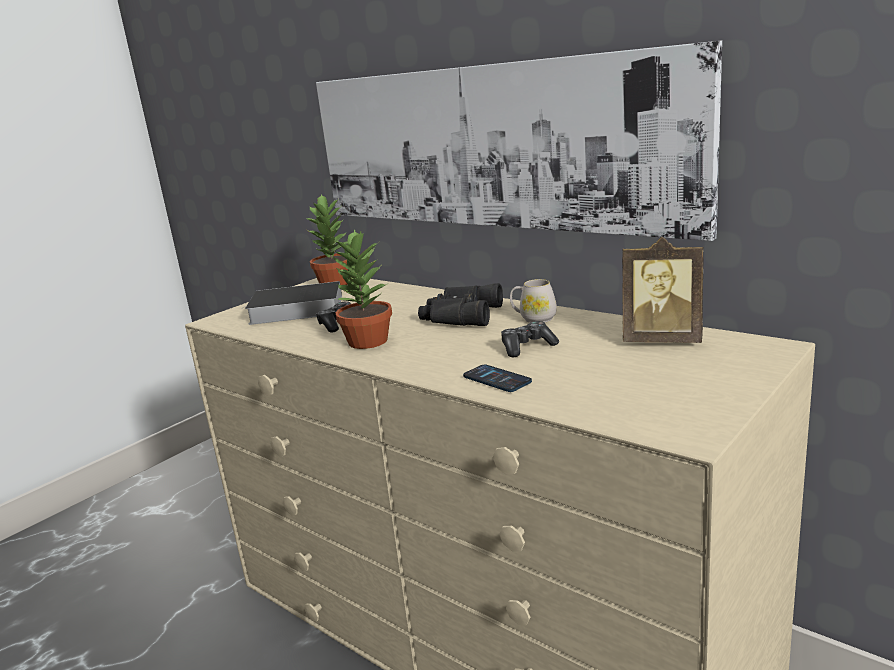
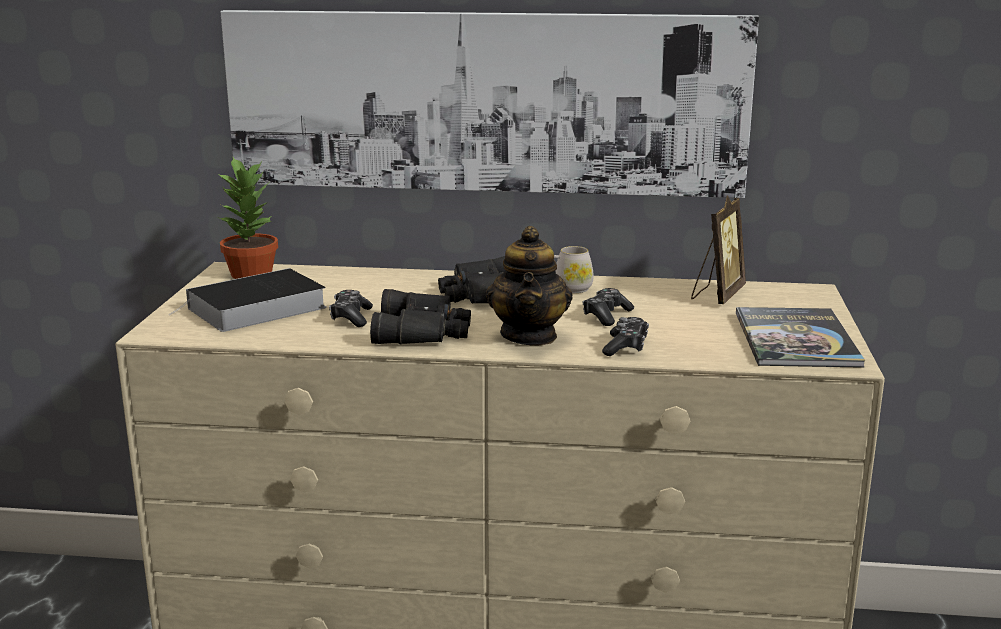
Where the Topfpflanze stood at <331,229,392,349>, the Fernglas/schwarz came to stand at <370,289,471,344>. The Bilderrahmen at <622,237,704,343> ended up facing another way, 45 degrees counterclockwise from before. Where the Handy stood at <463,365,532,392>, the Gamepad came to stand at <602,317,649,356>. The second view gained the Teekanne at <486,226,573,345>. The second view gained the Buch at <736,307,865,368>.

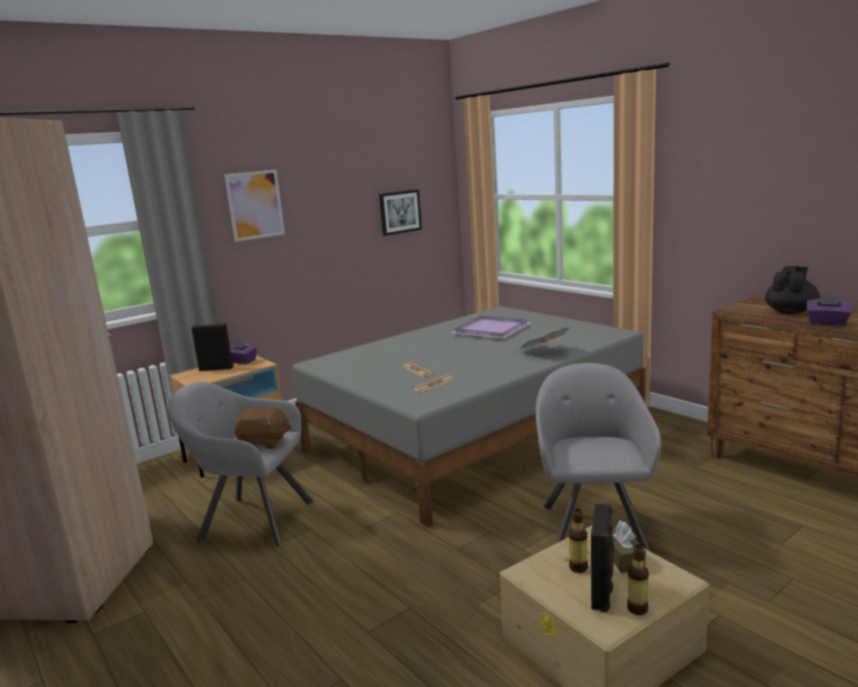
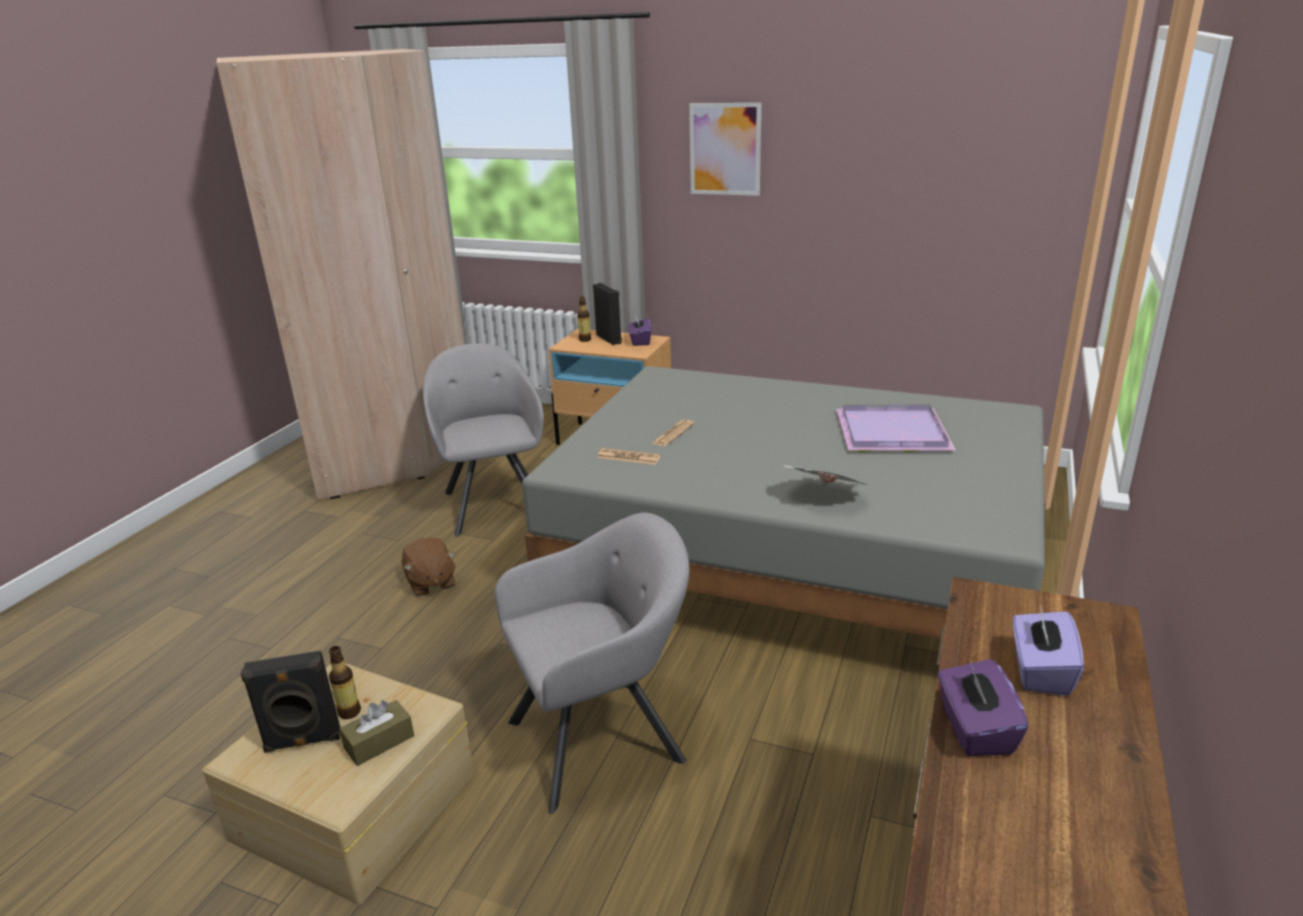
The second view lost the Bild at <379,189,422,236>. Where the Teekanne/schwarz stood at <765,266,820,314>, the Taschentuchbox/lila came to stand at <1013,604,1084,696>. The Plüschtier/braun ended up elsewhere, having gone from <235,405,291,449> to <402,538,456,597>. The Flasche ended up elsewhere, having gone from <627,544,649,615> to <577,296,591,342>.

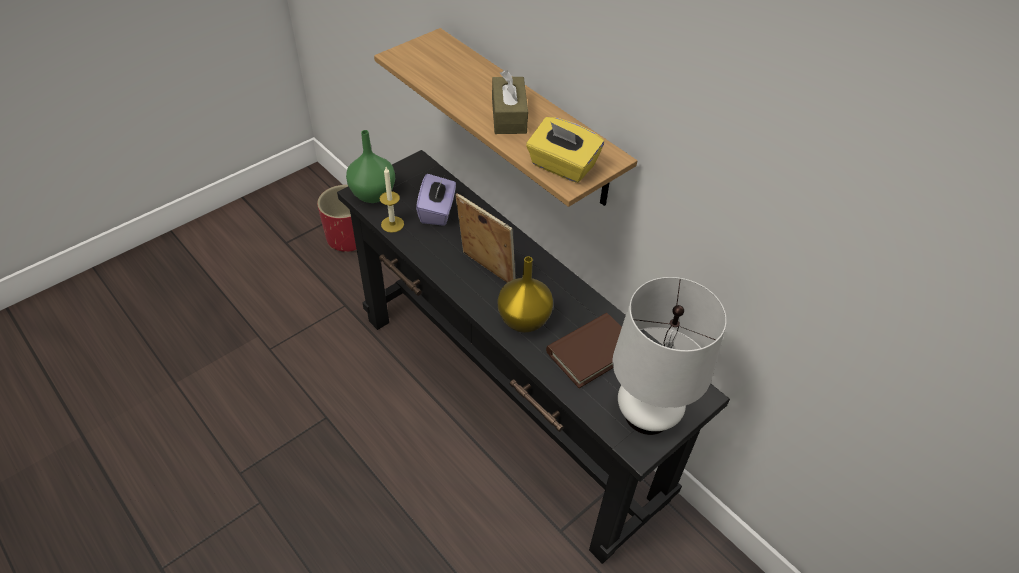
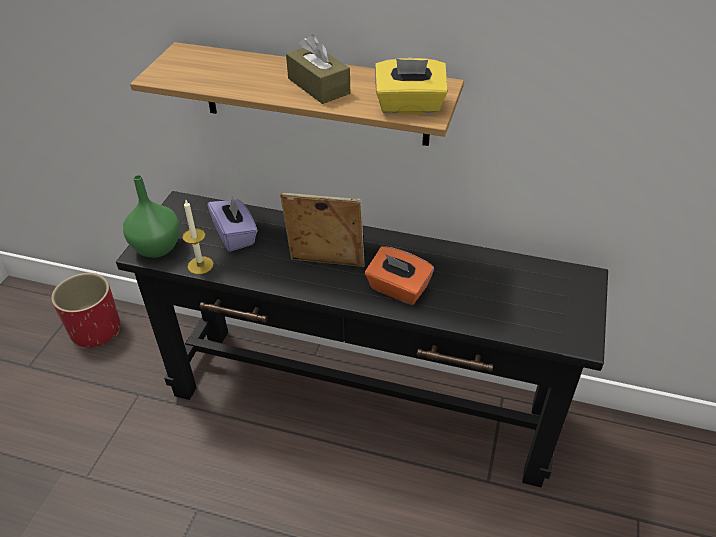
Where the Vase/gelb stood at <498,256,553,333>, the Taschentuchbox/orange came to stand at <365,246,434,305>. The second view lost the Tischlampe/weiß at <613,277,727,435>. The second view lost the Buch/braun at <546,313,622,388>.

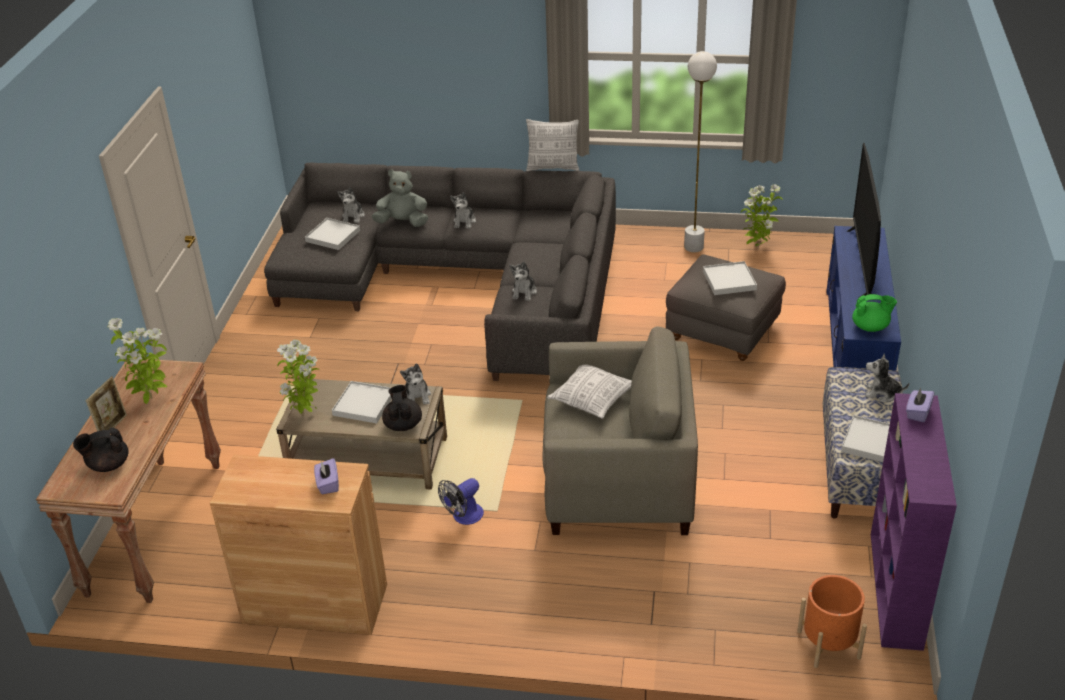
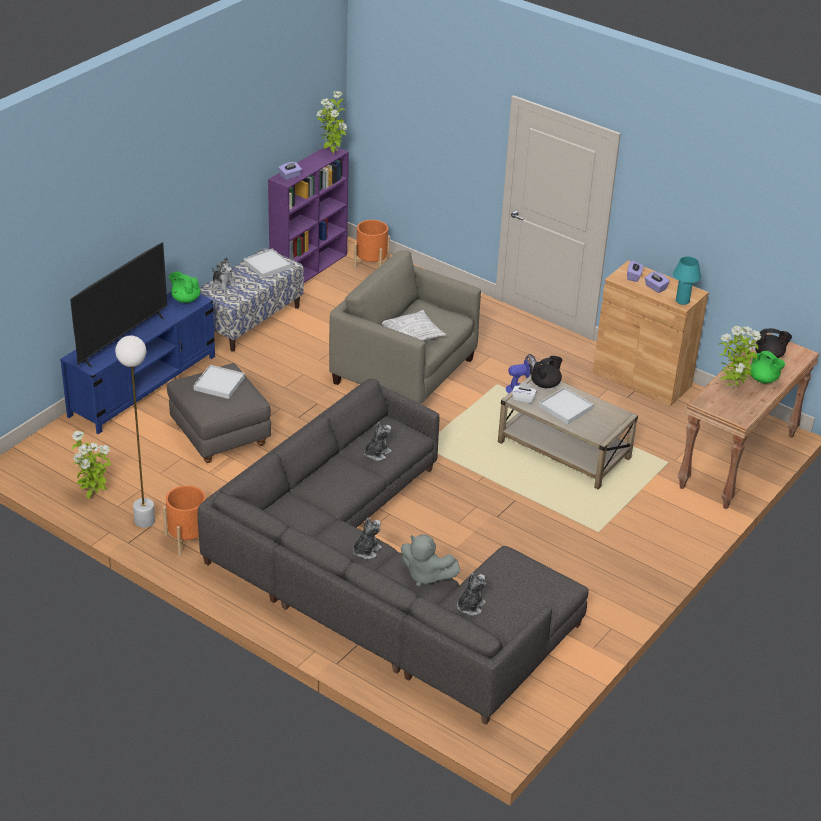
The second view lost the Kissen at <526,119,579,171>. The second view lost the Tablett/weiß at <305,218,360,250>. The Topfpflanze ended up elsewhere, having gone from <277,339,320,415> to <316,91,347,154>. Where the Plüschtier stood at <400,363,431,405>, the Taschentuchbox/weiß came to stand at <512,382,537,403>. Where the Bilderrahmen stood at <86,376,127,431>, the Teekanne/grün came to stand at <749,351,785,383>. The Teekanne/schwarz at <382,385,422,431> ended up facing another way, 150 degrees counterclockwise from before. The second view gained the Tischlampe/türkis at <673,256,701,305>. The second view gained the Taschentuchbox/lila at <644,271,670,293>. The second view gained the Pflanzkübel/orange at <163,485,206,555>.

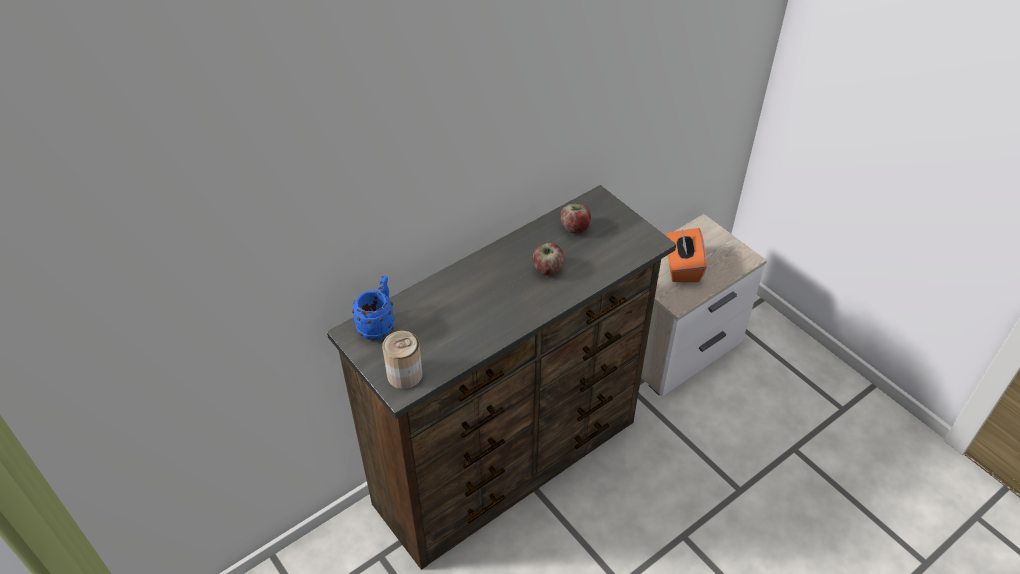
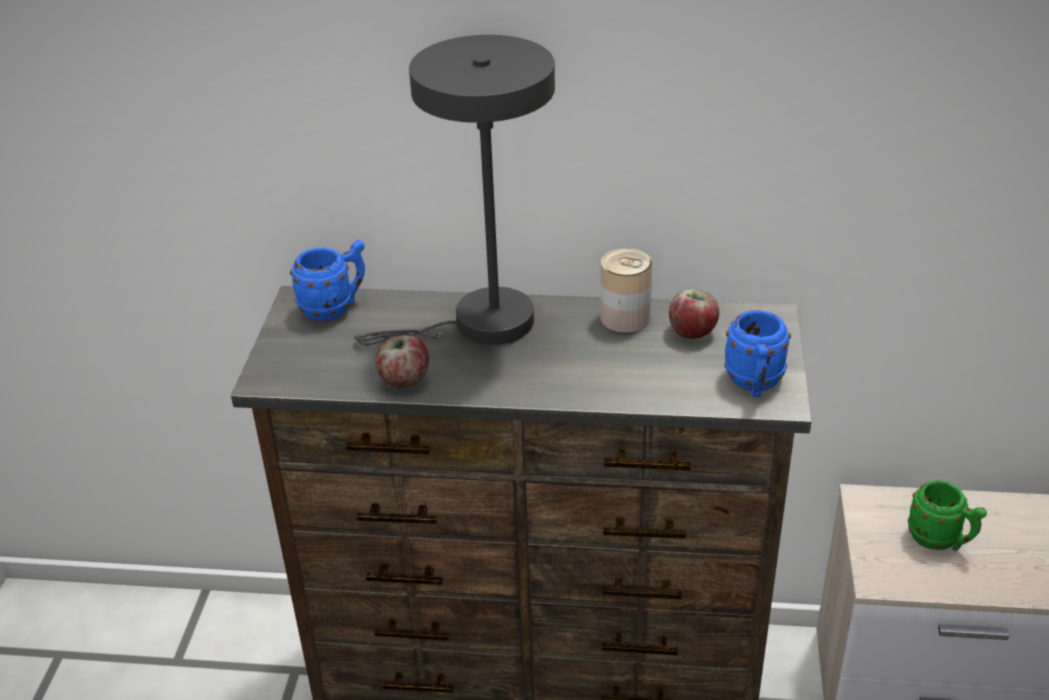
Where the Taschentuchbox/orange stood at <666,228,707,282>, the Henkelbecher/grün came to stand at <908,480,987,551>. The Apfel ended up elsewhere, having gone from <533,243,564,275> to <375,336,429,388>. The Dose ended up elsewhere, having gone from <382,331,423,389> to <600,248,652,333>. The second view gained the Tischlampe/grau at <354,35,555,345>. The second view gained the Henkelbecher/blau at <724,310,791,397>.

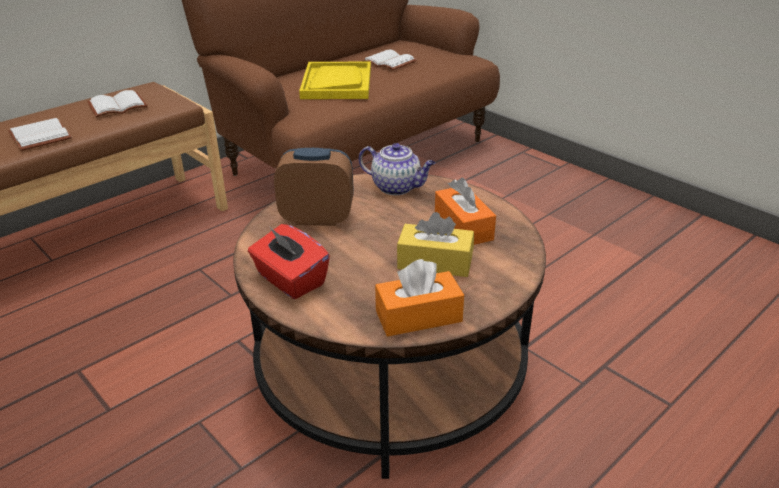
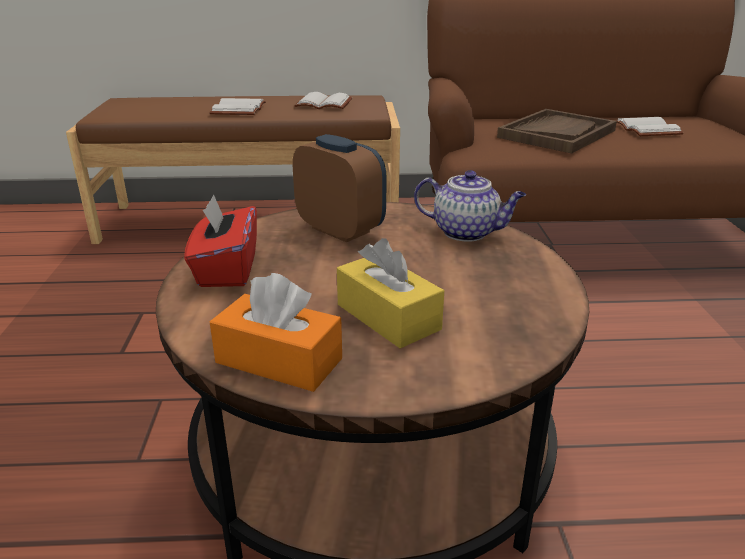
What was the Tablett/gelb at <299,61,371,99> turned into the Tablett/braun at <497,109,617,154>. The Teekanne at <359,143,435,195> ended up facing another way, 45 degrees counterclockwise from before. The second view lost the Taschentuchbox/orange at <435,178,496,245>.

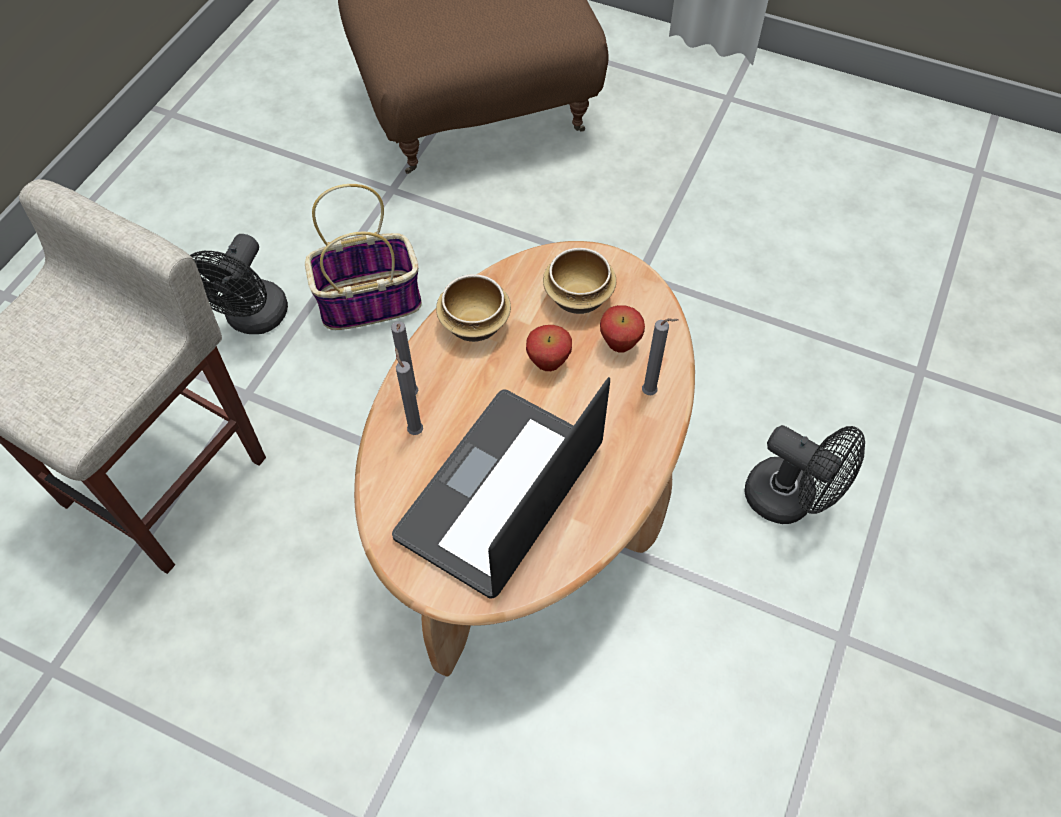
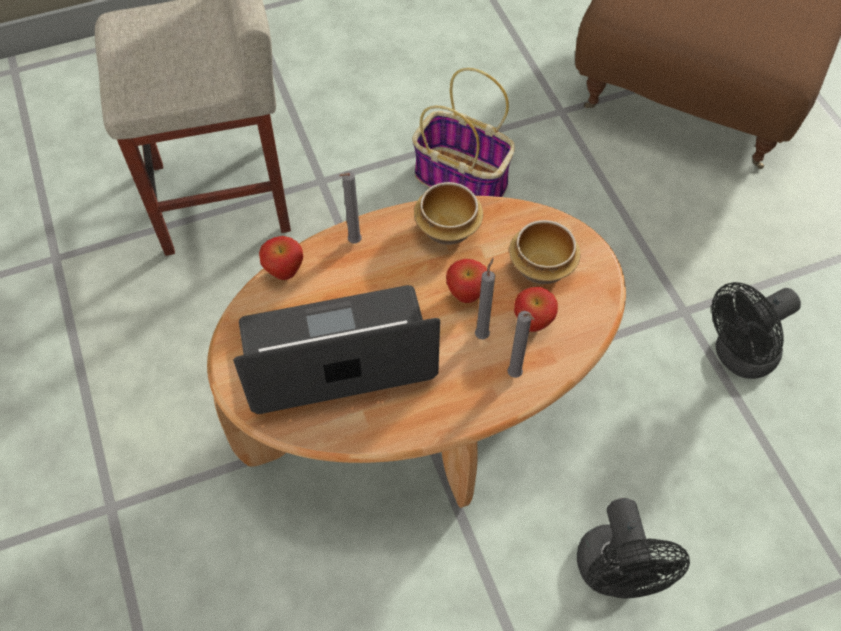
The Ventilator/schwarz ended up elsewhere, having gone from <190,234,288,334> to <712,282,801,379>. The Kerze/grau ended up elsewhere, having gone from <395,348,423,435> to <475,258,495,340>. The second view gained the Apfel at <259,236,303,280>.

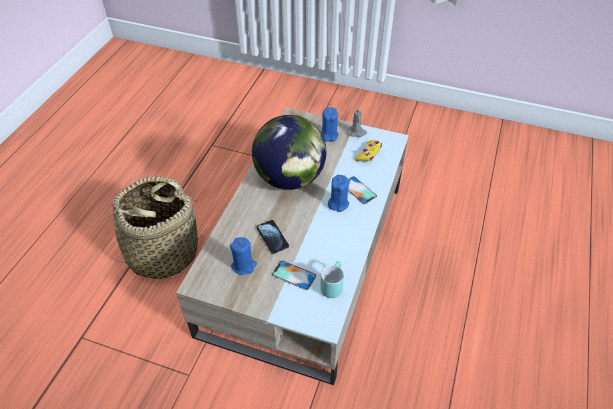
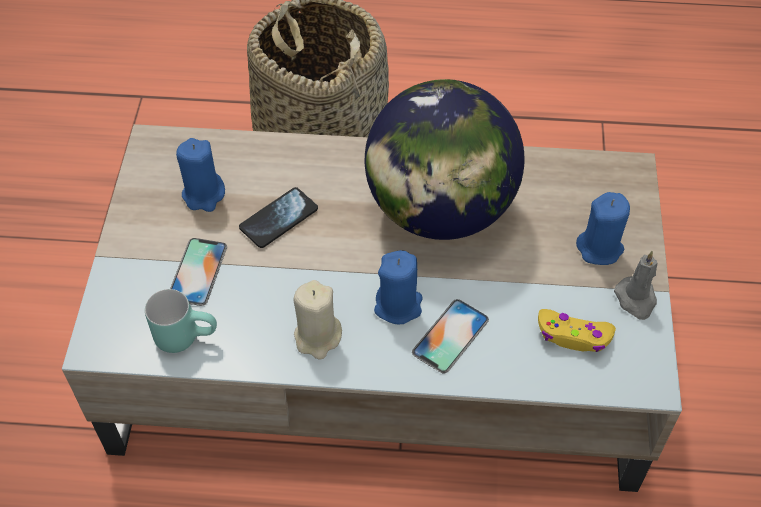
The second view gained the Kerze/beige at <294,280,342,360>.

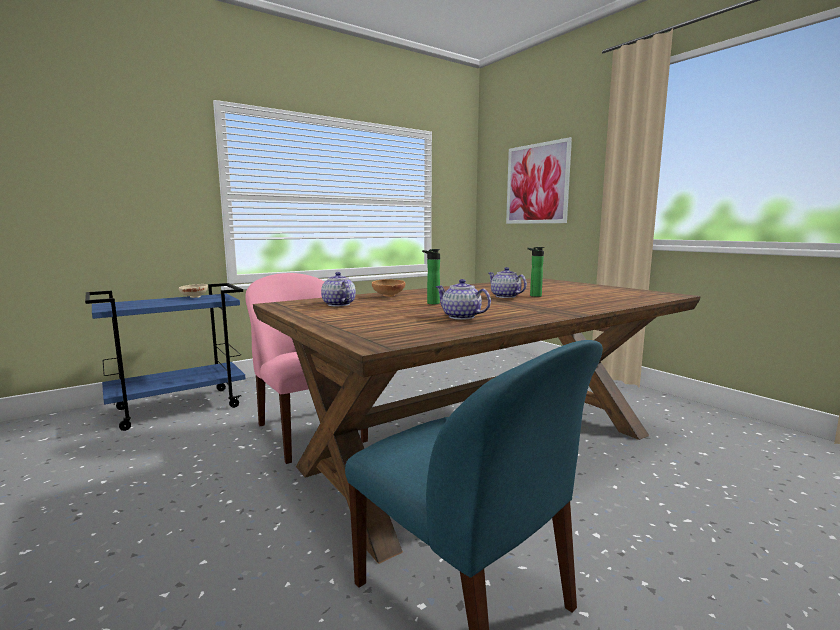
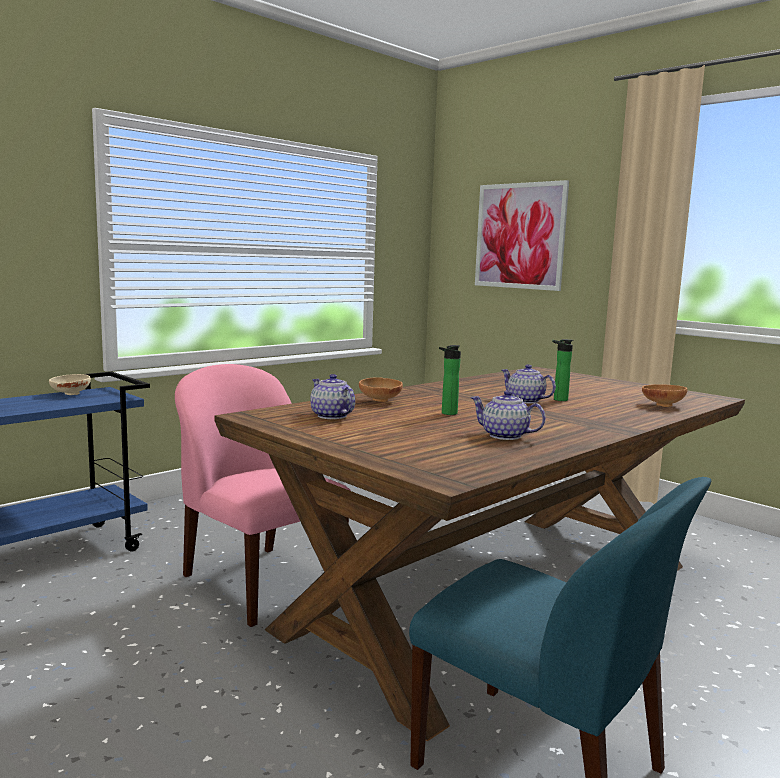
The second view gained the Schüssel/braun at <642,384,687,407>.

